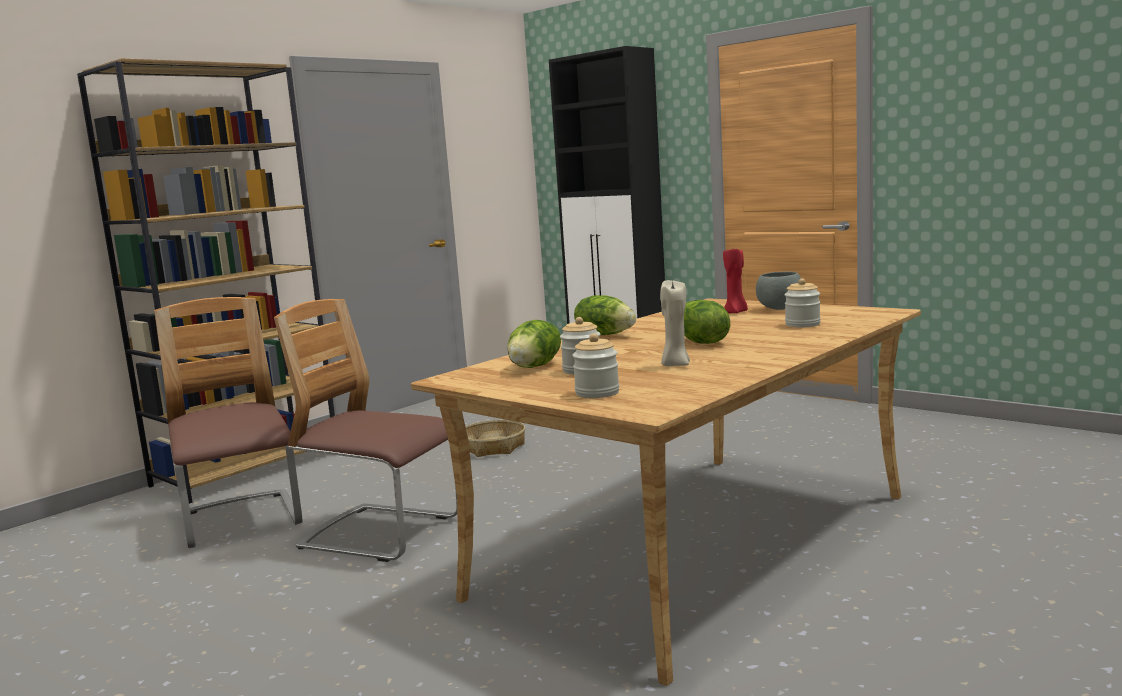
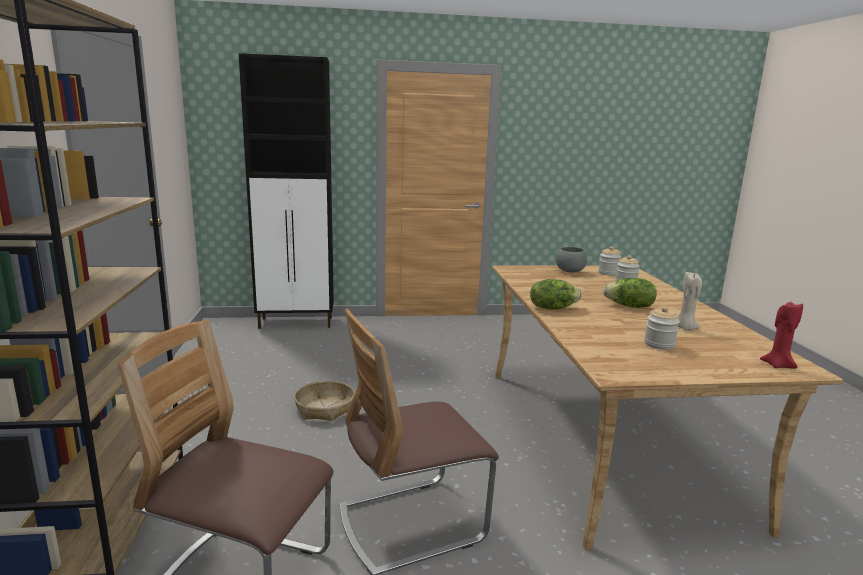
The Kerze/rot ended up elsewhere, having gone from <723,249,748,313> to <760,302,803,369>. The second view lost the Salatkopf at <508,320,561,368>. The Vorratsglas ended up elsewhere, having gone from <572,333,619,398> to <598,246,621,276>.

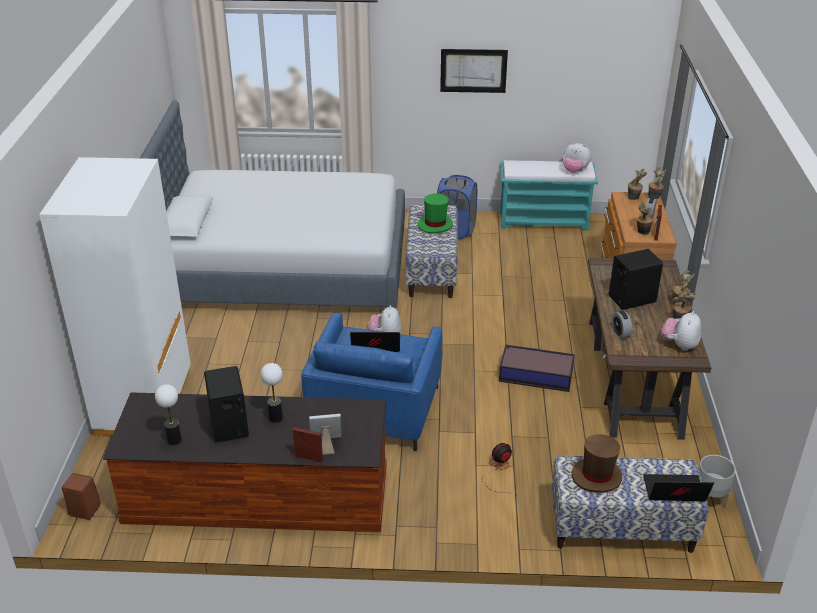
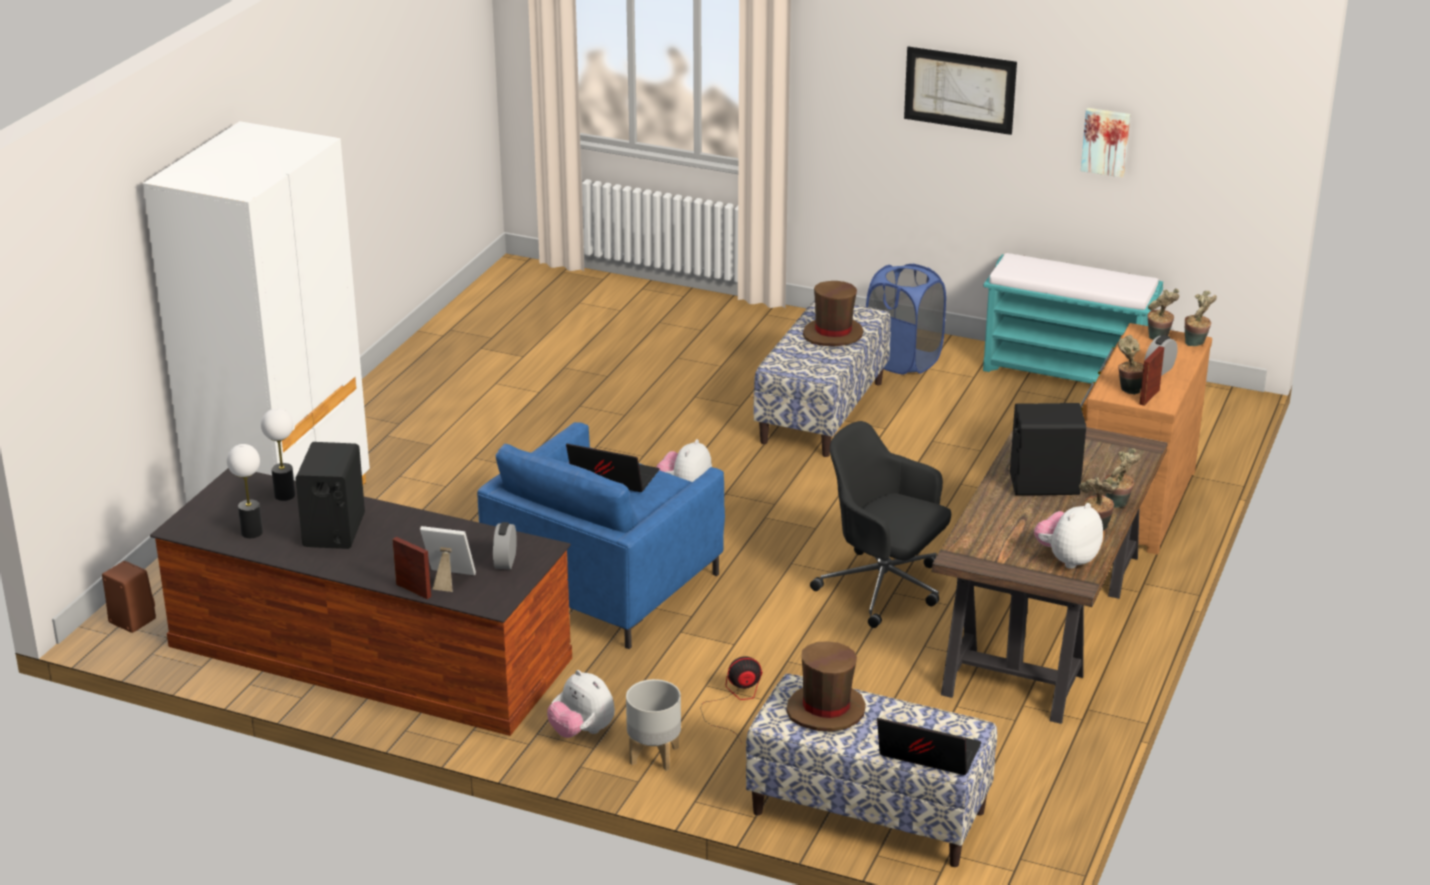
The second view lost the Bett at <140,100,405,308>. The Plüschtier ended up elsewhere, having gone from <563,142,591,173> to <547,670,615,738>. What was the Hut/grün at <418,193,453,233> turned into the Hut/braun at <803,281,863,346>. The Wecker ended up elsewhere, having gone from <612,311,632,339> to <493,522,517,569>. Where the Aufbewahrungsbox stood at <499,345,575,392>, the Bürostuhl/schwarz came to stand at <810,421,951,628>. The Tischlampe ended up elsewhere, having gone from <260,363,283,423> to <261,408,295,501>. The Pflanzkübel/grau ended up elsewhere, having gone from <699,455,736,509> to <626,679,681,771>. The second view gained the Bild at <1081,108,1130,178>.

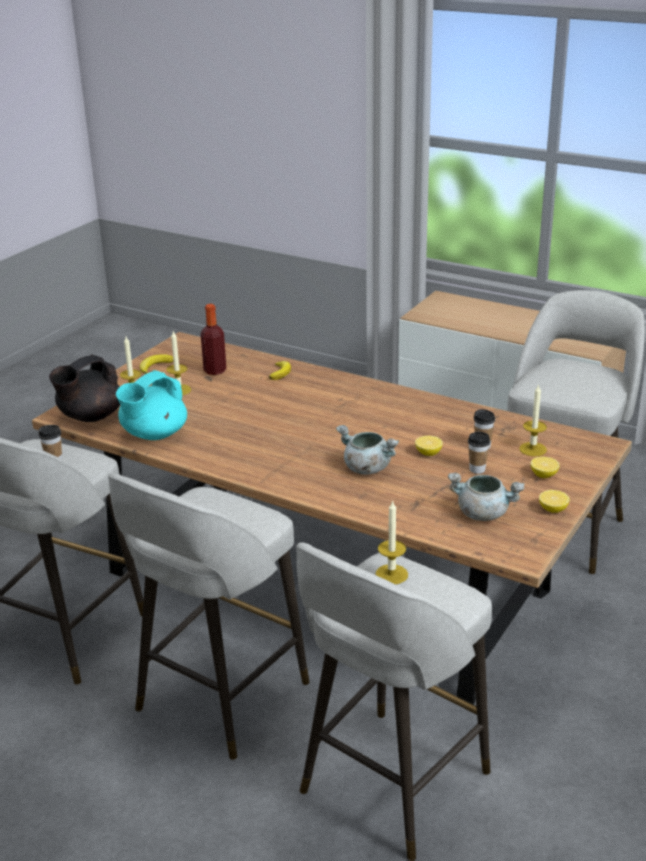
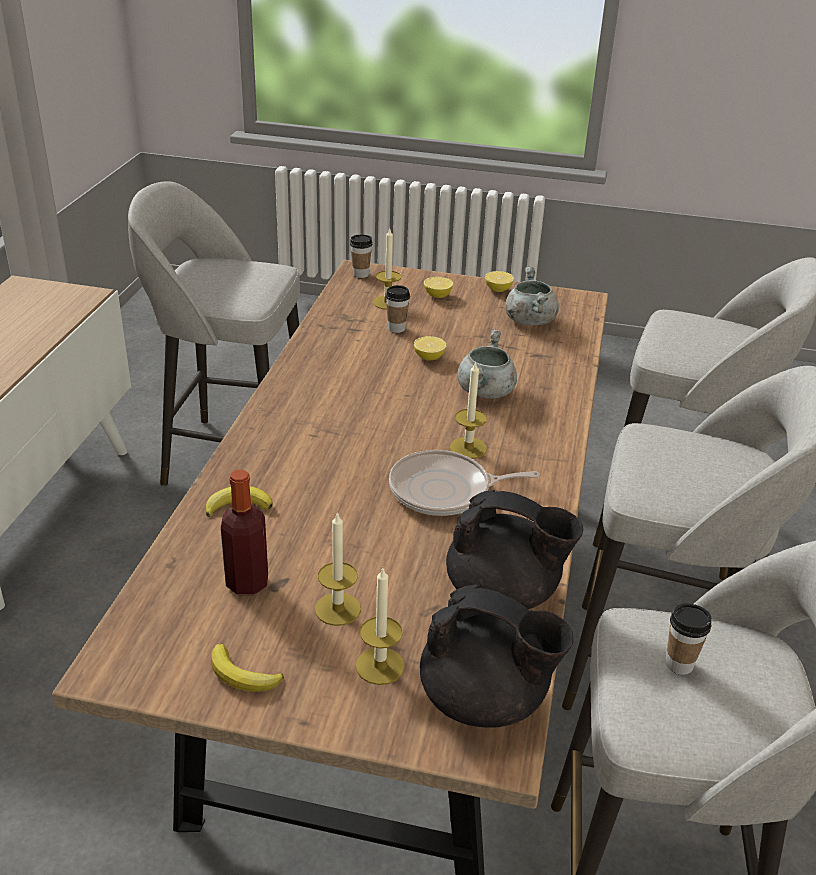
What was the Teekanne/türkis at <116,370,187,440> turned into the Teekanne/schwarz at <446,490,583,609>. The Tasse ended up elsewhere, having gone from <468,432,490,474> to <350,235,373,278>. The Kerze ended up elsewhere, having gone from <375,500,408,584> to <450,361,487,459>. The second view gained the Pfanne at <389,450,540,516>.

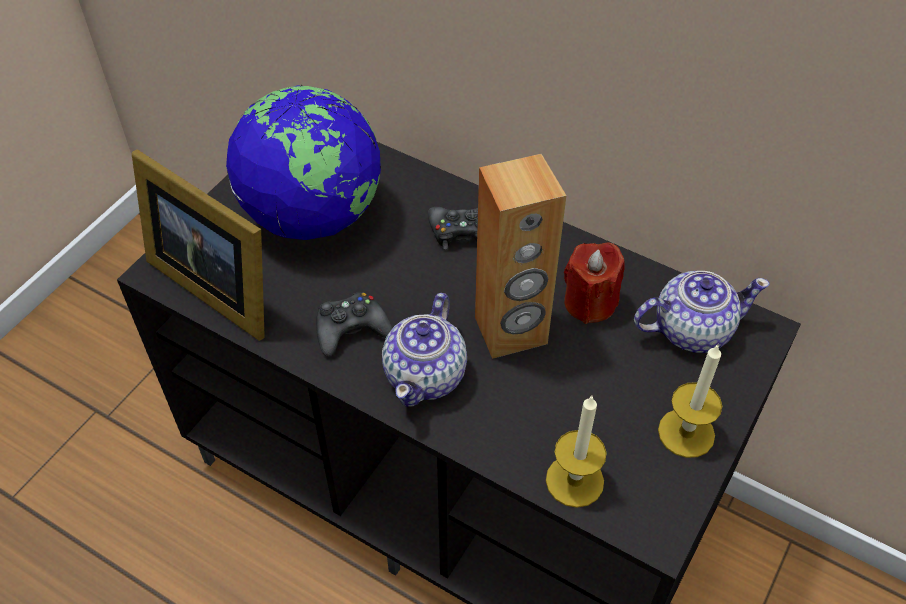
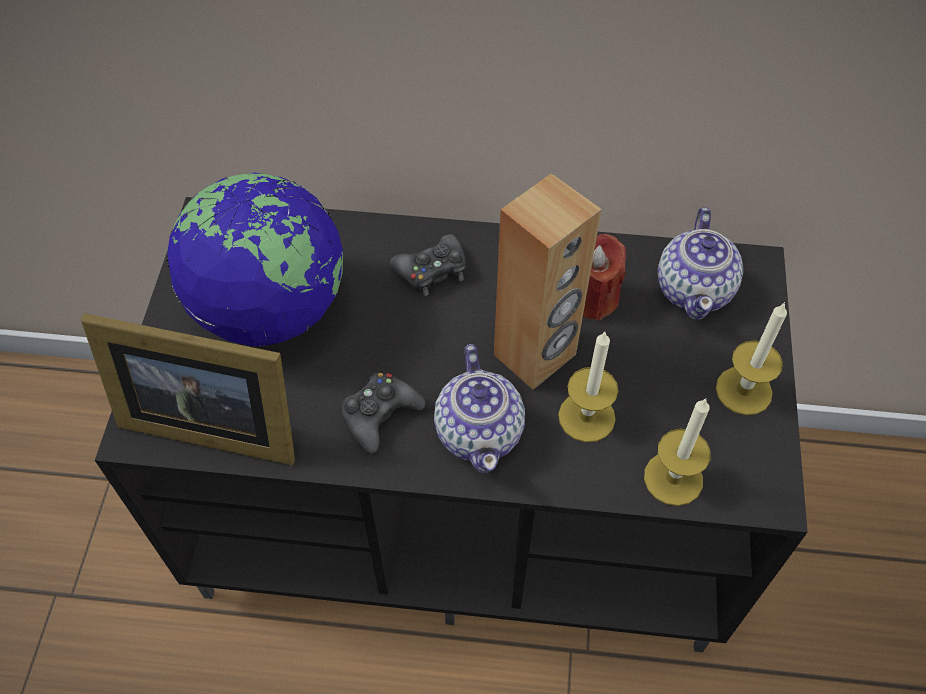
The Teekanne at <634,271,770,353> ended up facing another way, 135 degrees clockwise from before. The second view gained the Kerze at <558,332,618,442>.

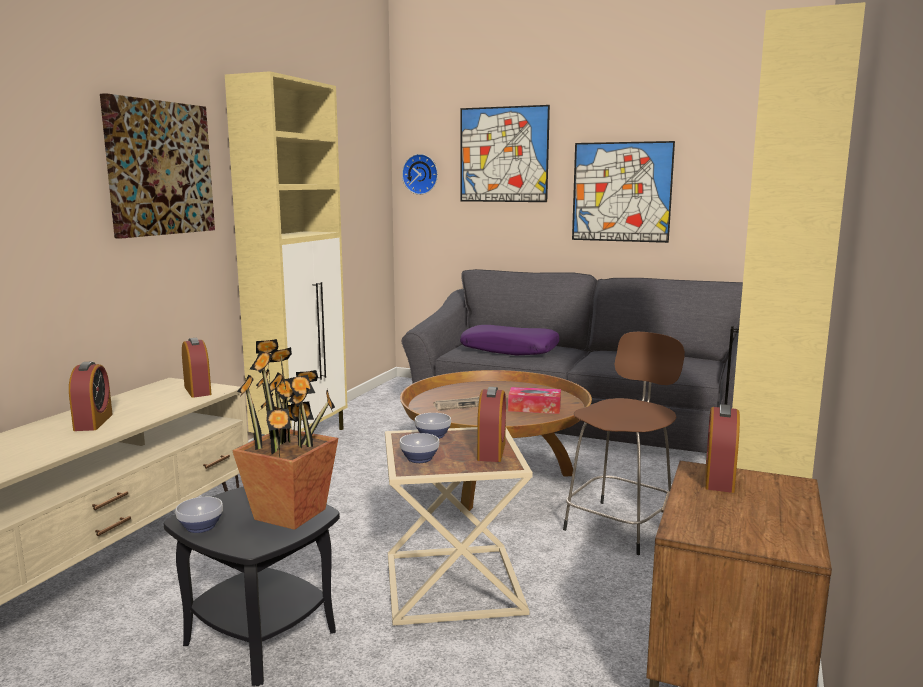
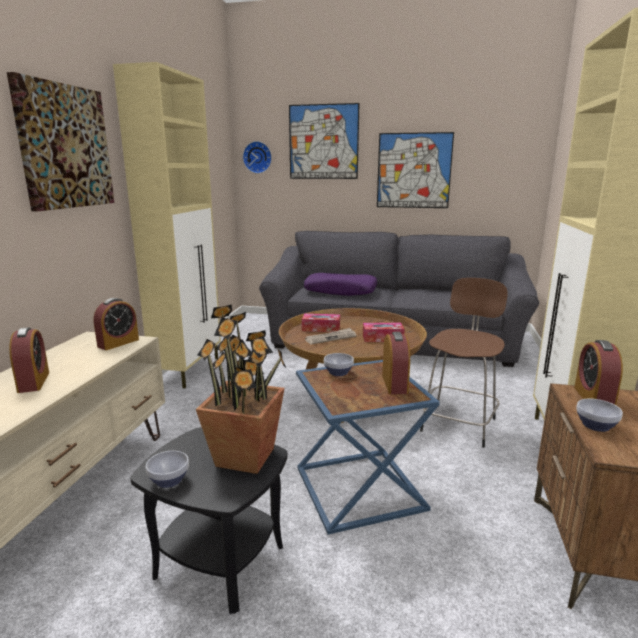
The Wecker at <182,338,212,398> ended up facing another way, 75 degrees clockwise from before. What was the Beistelltisch/beige at <385,427,533,626> turned into the Beistelltisch/blau at <296,360,440,535>. The Schüssel ended up elsewhere, having gone from <399,433,439,463> to <576,399,623,432>. The second view gained the Taschentuchbox at <302,313,340,332>.

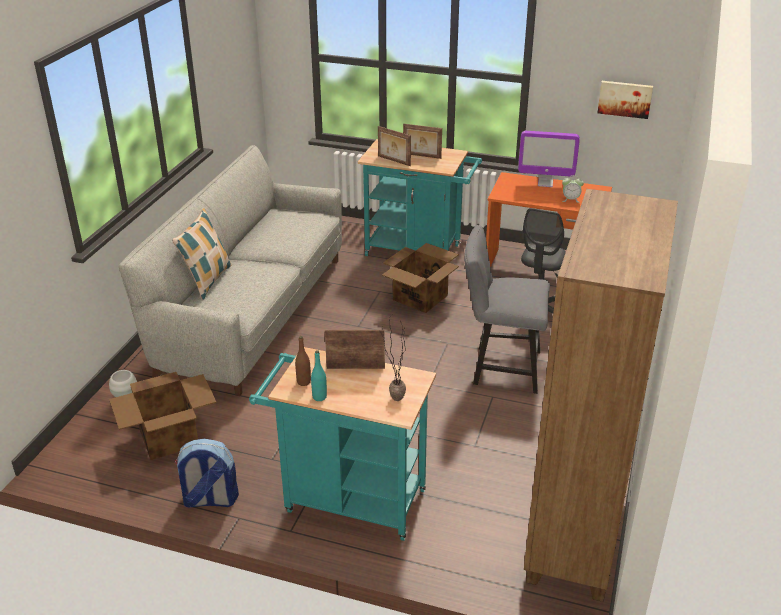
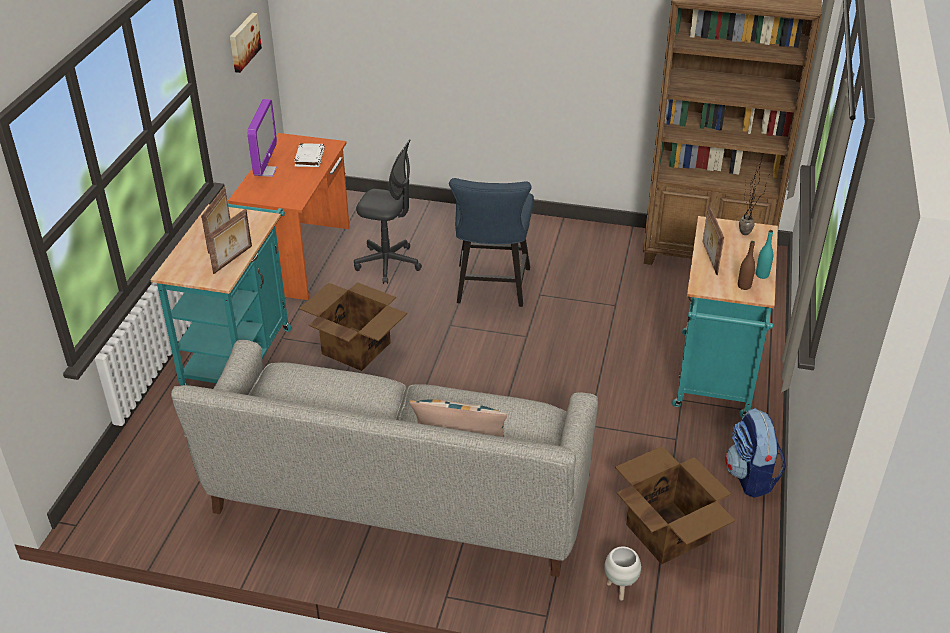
Where the Wecker stood at <562,175,584,203>, the Buch/weiß came to stand at <294,143,325,167>. What was the Stuhl/grau at <464,225,550,394> turned into the Stuhl/blau at <449,178,534,307>.

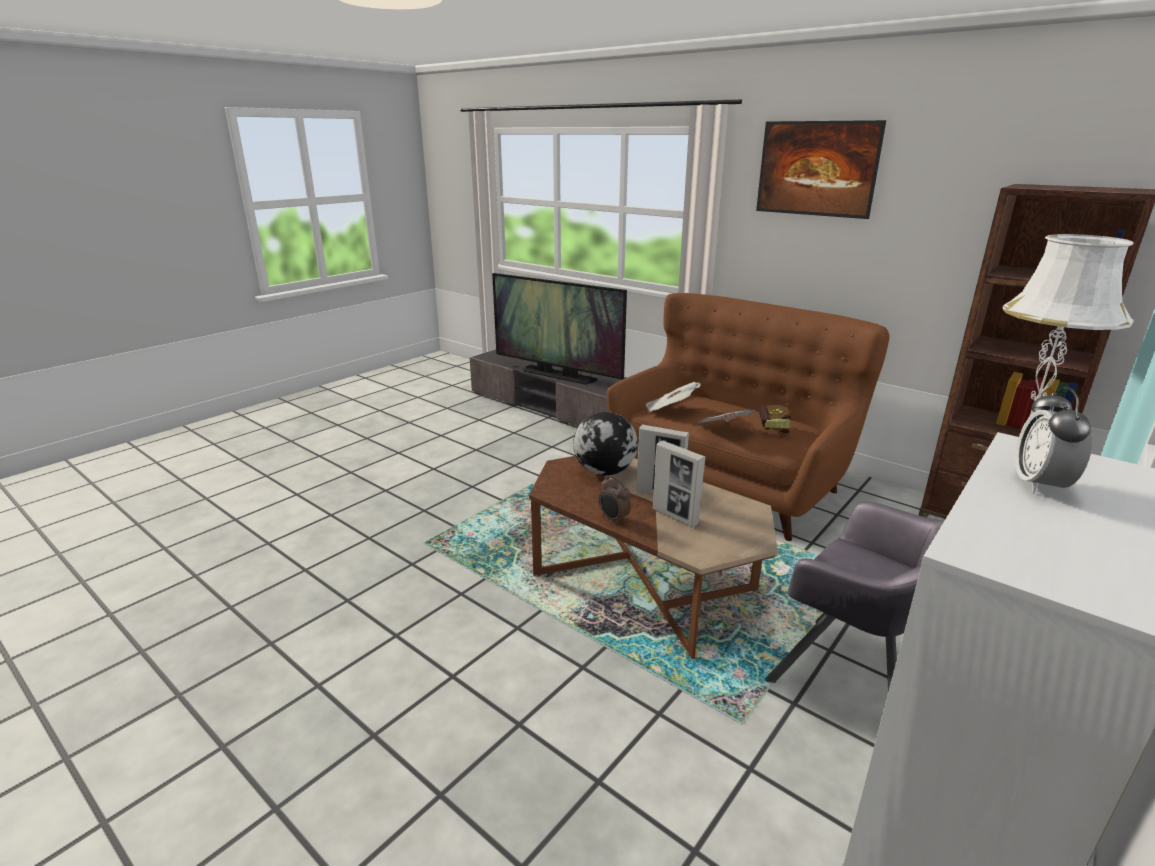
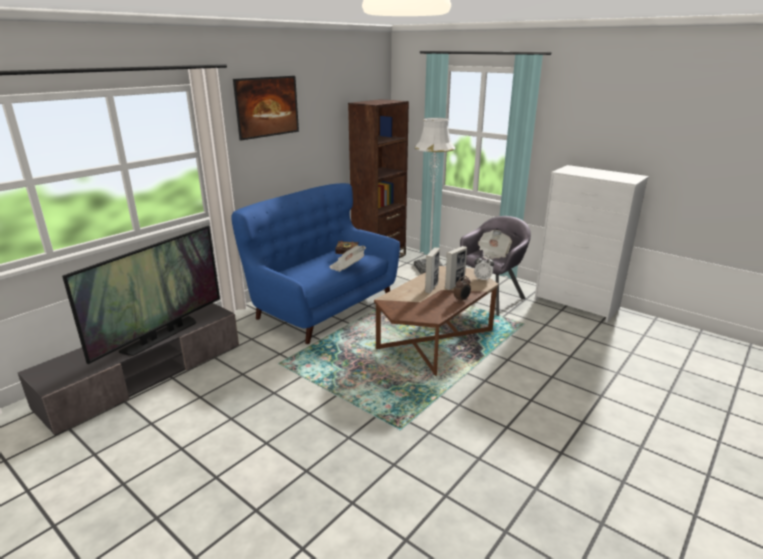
What was the Sofa/braun at <606,293,890,541> turned into the Sofa/blau at <231,183,400,344>. The Zeitung ended up elsewhere, having gone from <646,382,700,412> to <478,230,512,259>. The Wecker ended up elsewhere, having gone from <1015,387,1093,494> to <474,255,494,281>. The second view lost the Globus at <573,412,638,475>.

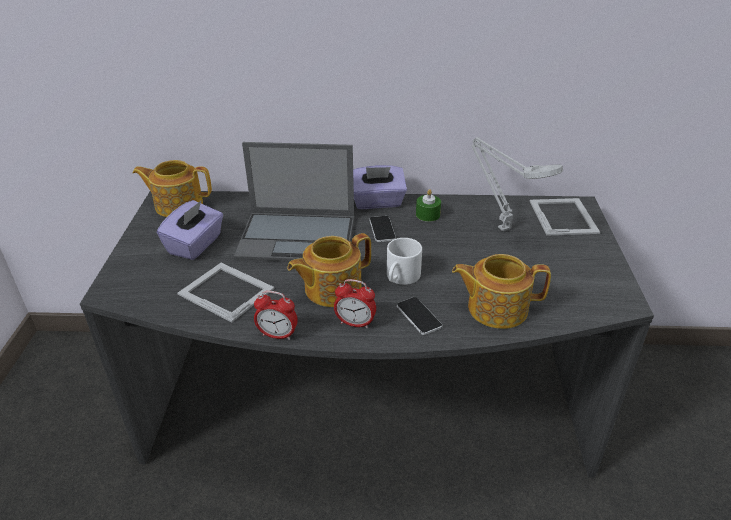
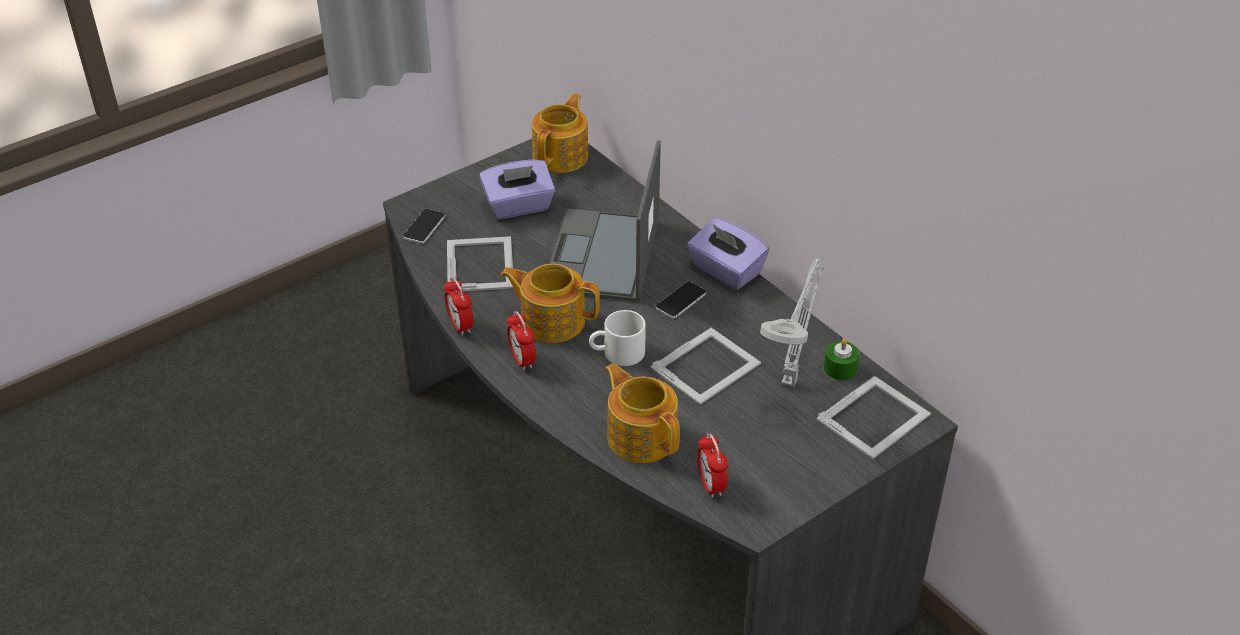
The Laptop at <234,142,354,261> ended up facing another way, 45 degrees clockwise from before. The Teekanne at <132,160,212,217> ended up facing another way, 60 degrees clockwise from before. The Kerze/grün ended up elsewhere, having gone from <416,189,441,222> to <824,339,860,380>. The Handy ended up elsewhere, having gone from <397,297,443,335> to <403,209,445,244>. The second view gained the Bilderrahmen at <650,328,761,405>. The second view gained the Wecker at <698,433,728,498>.

